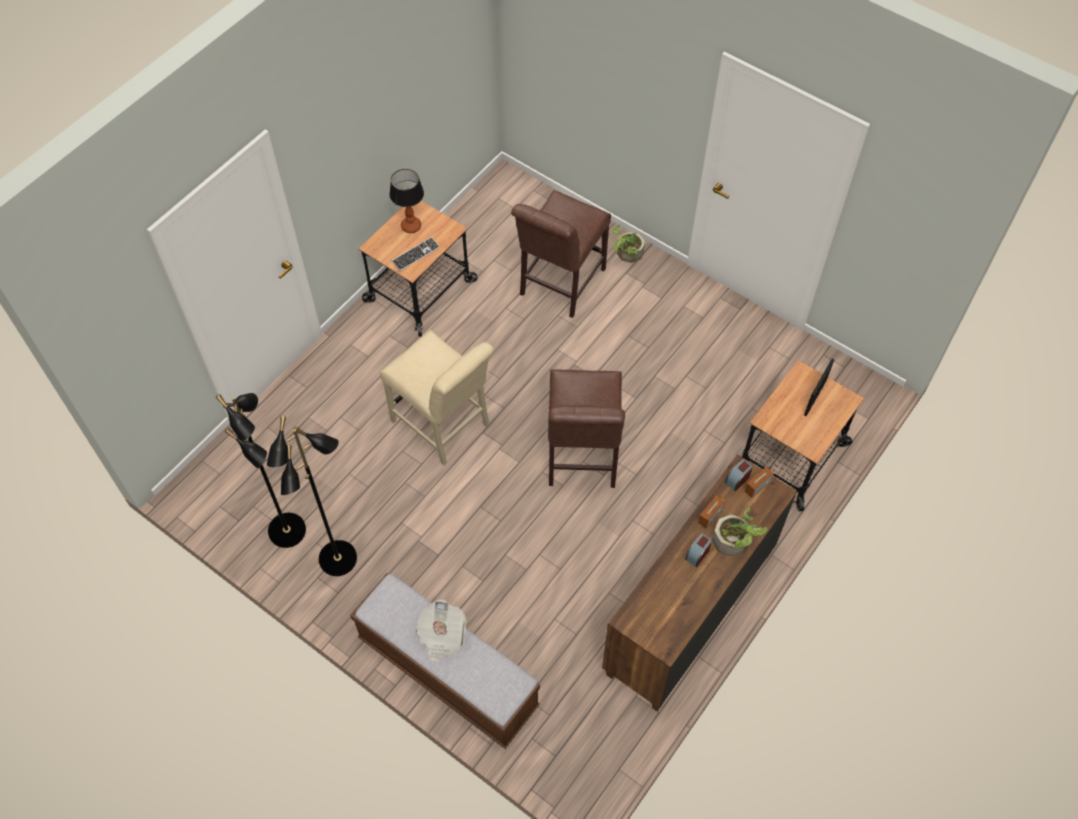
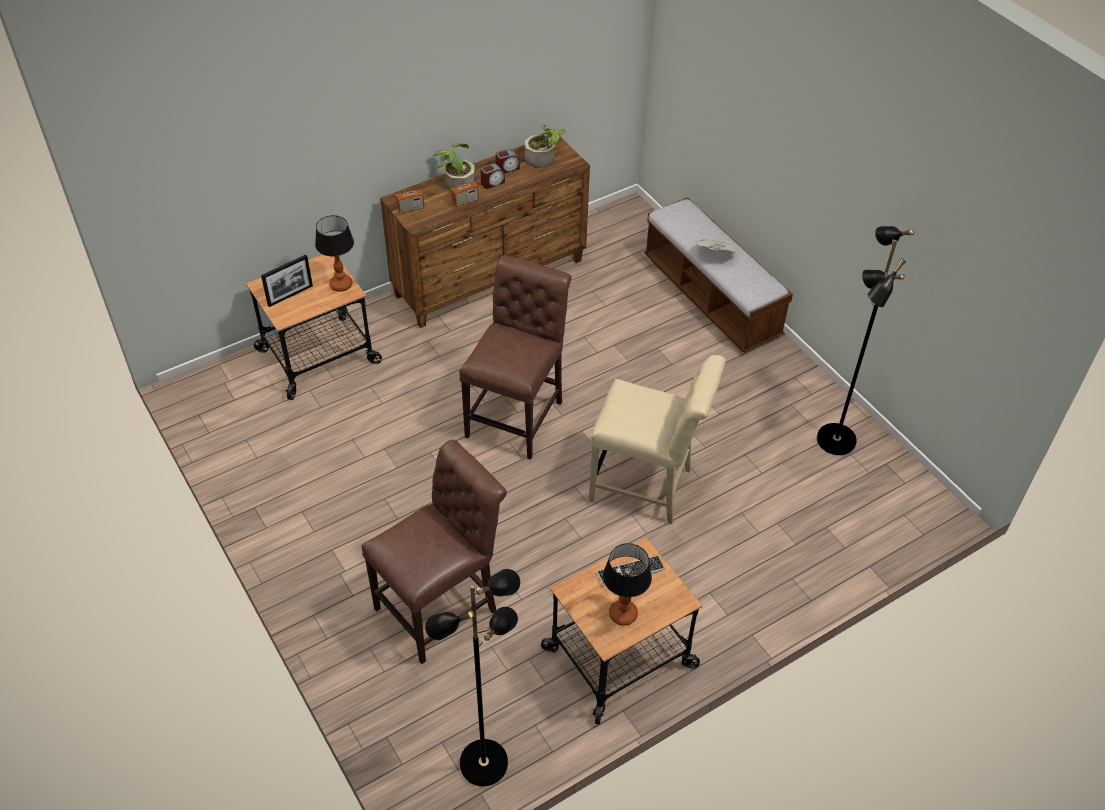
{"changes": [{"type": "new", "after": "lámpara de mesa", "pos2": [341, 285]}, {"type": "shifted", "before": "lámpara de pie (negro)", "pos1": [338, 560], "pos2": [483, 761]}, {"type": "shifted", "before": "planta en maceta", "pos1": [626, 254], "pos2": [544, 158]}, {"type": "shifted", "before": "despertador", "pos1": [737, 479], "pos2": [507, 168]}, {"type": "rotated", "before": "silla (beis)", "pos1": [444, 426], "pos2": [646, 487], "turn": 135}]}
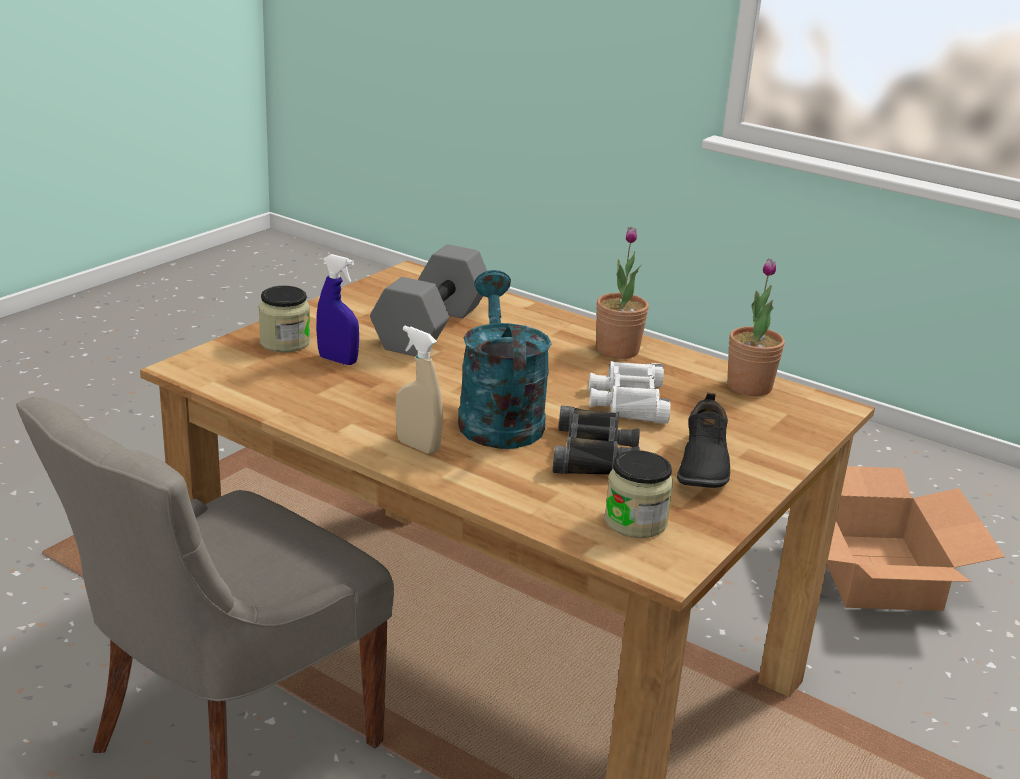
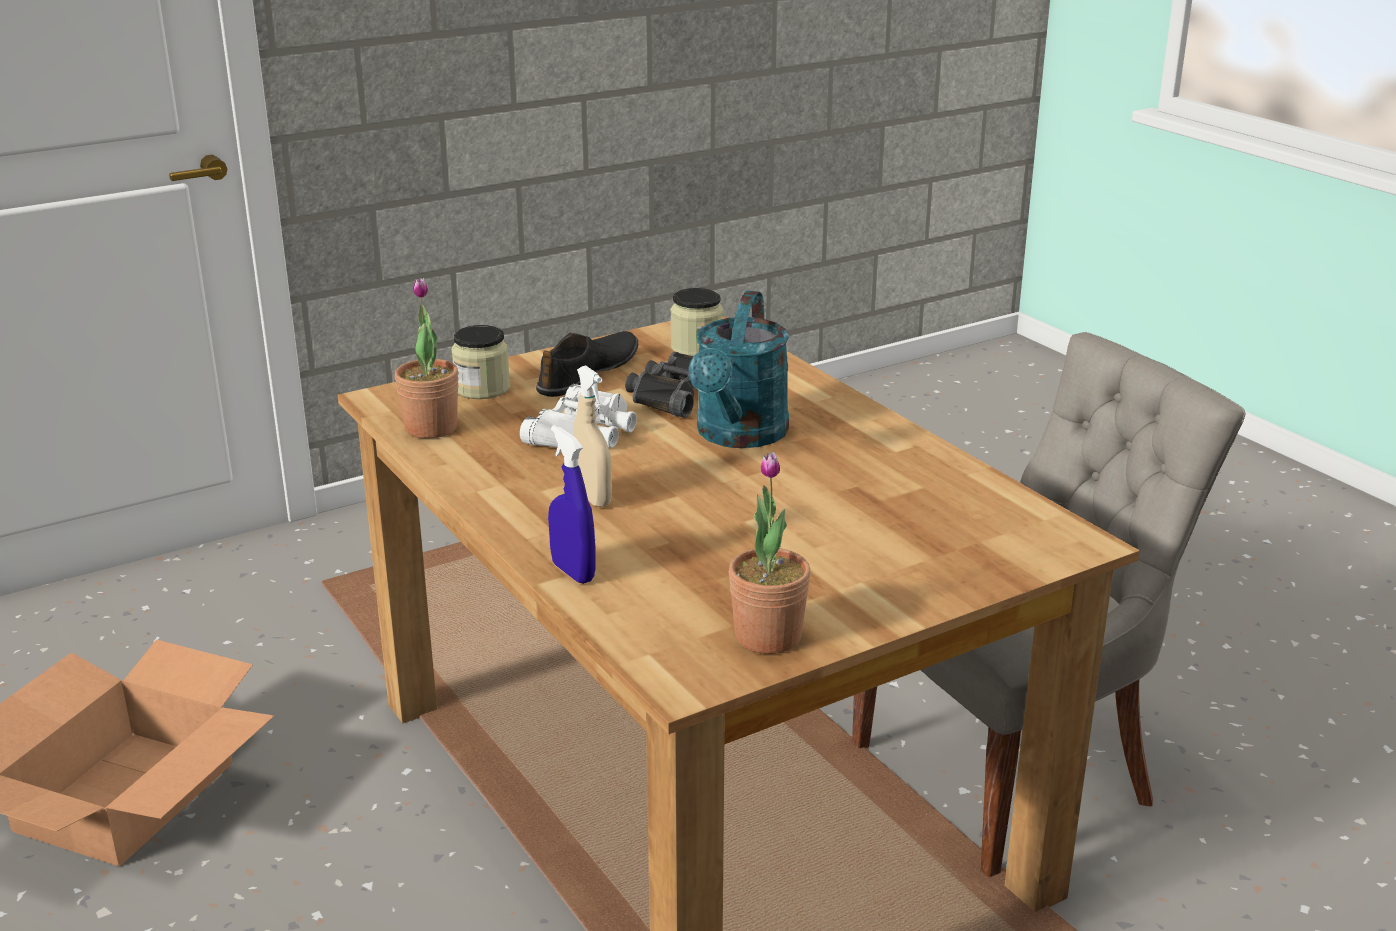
{"changes": [{"type": "gone", "before": "mancuerna (gris)", "pos1": [430, 326]}, {"type": "shifted", "before": "tarro", "pos1": [285, 342], "pos2": [482, 388]}, {"type": "shifted", "before": "pulverizador (azul)", "pos1": [338, 360], "pos2": [573, 572]}, {"type": "shifted", "before": "pulverizador (beis)", "pos1": [418, 446], "pos2": [593, 498]}, {"type": "shifted", "before": "planta en maceta", "pos1": [617, 350], "pos2": [768, 636]}]}
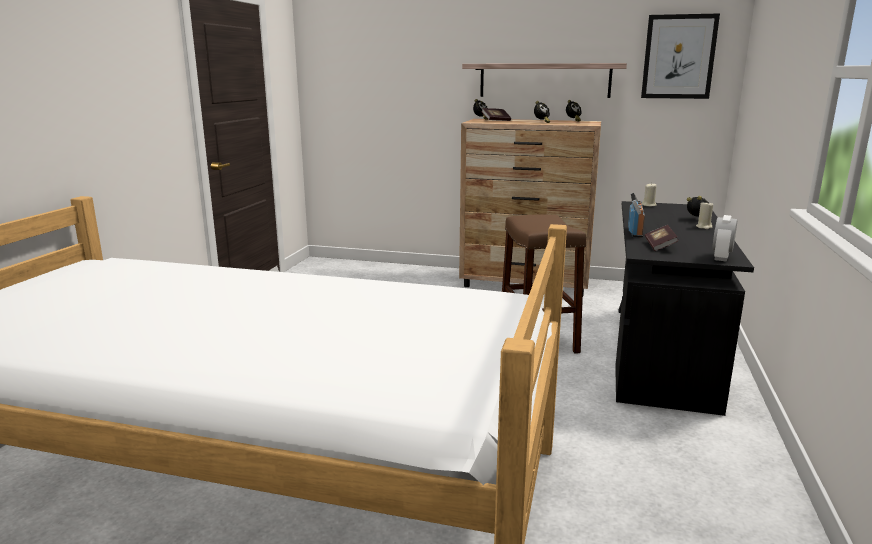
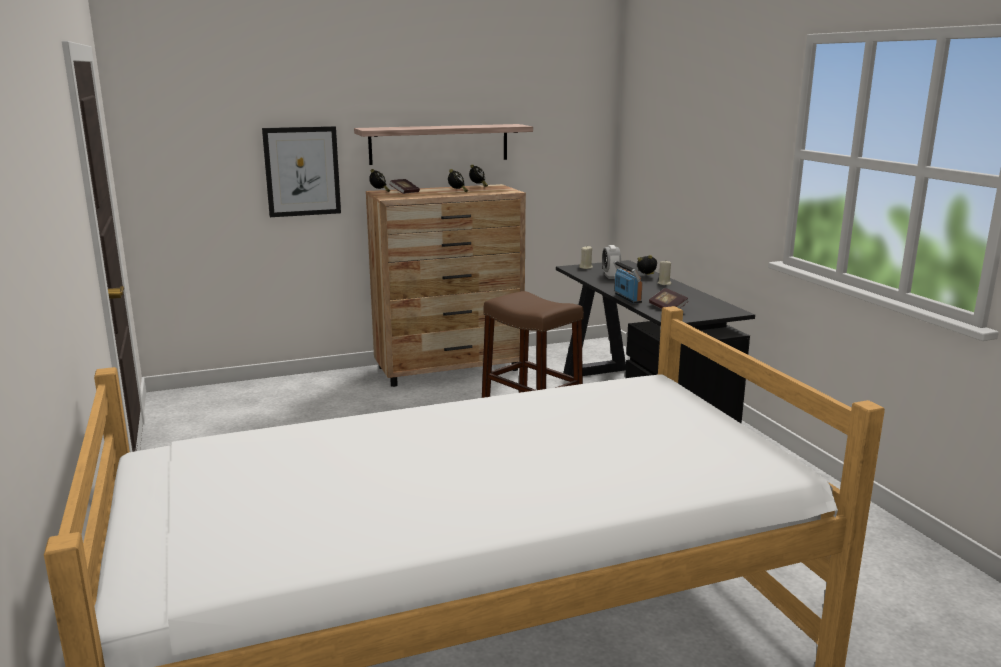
{"changes": [{"type": "shifted", "before": "cuadro", "pos1": [678, 57], "pos2": [302, 171]}, {"type": "shifted", "before": "despertador", "pos1": [721, 258], "pos2": [610, 276]}]}
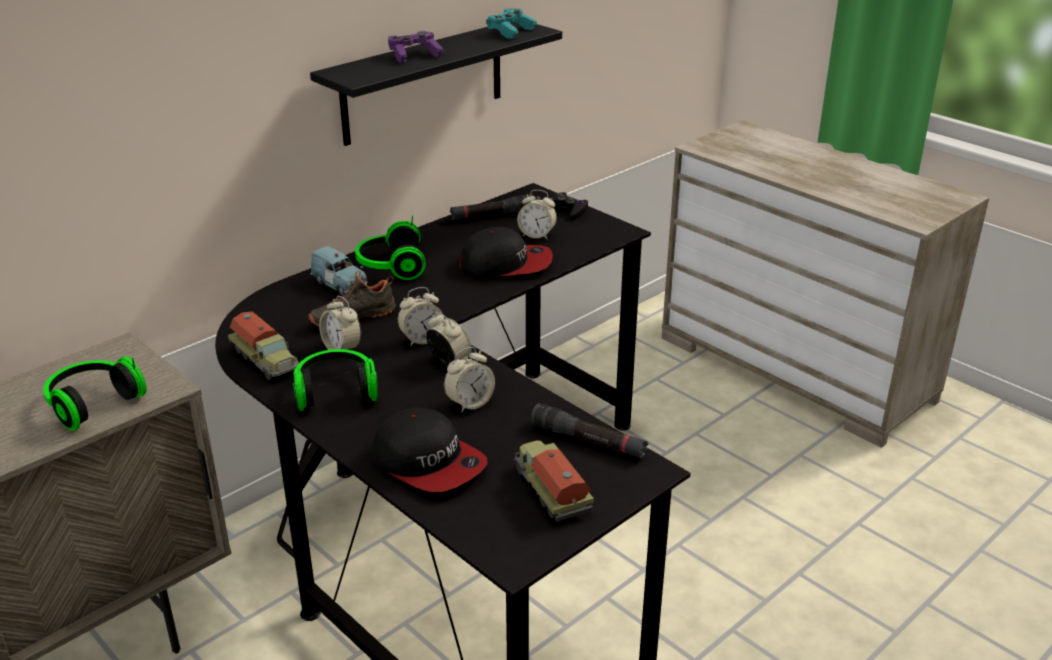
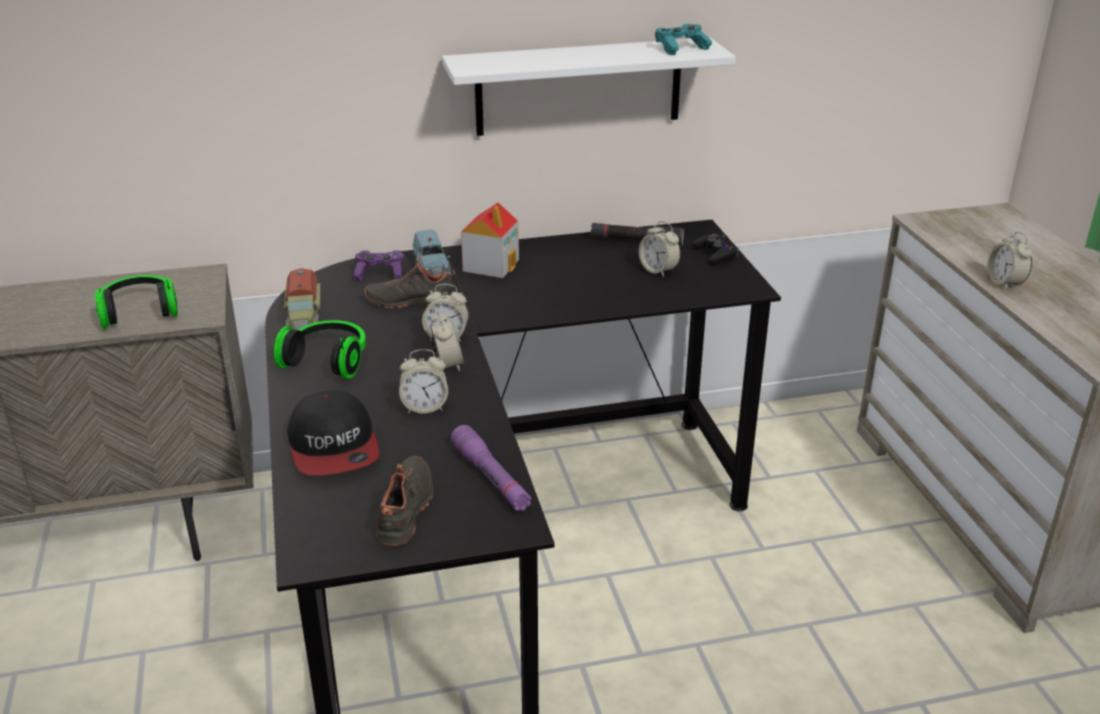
{"changes": [{"type": "gone", "before": "gorra", "pos1": [506, 264]}, {"type": "shifted", "before": "despertador", "pos1": [342, 348], "pos2": [1004, 283]}, {"type": "shifted", "before": "mando de consola (morado)", "pos1": [414, 56], "pos2": [380, 274]}, {"type": "swapped", "before": "auriculares", "after": "casita", "pos1": [390, 266], "pos2": [491, 265]}, {"type": "swapped", "before": "camión de juguete", "after": "zapato (negro)", "pos1": [551, 490], "pos2": [407, 510]}, {"type": "repainted", "before": "estante (negro)", "after": "estante (blanco)", "pos1": [423, 82], "pos2": [579, 87]}, {"type": "repainted", "before": "linterna (negro)", "after": "linterna (morado)", "pos1": [588, 441], "pos2": [491, 478]}]}
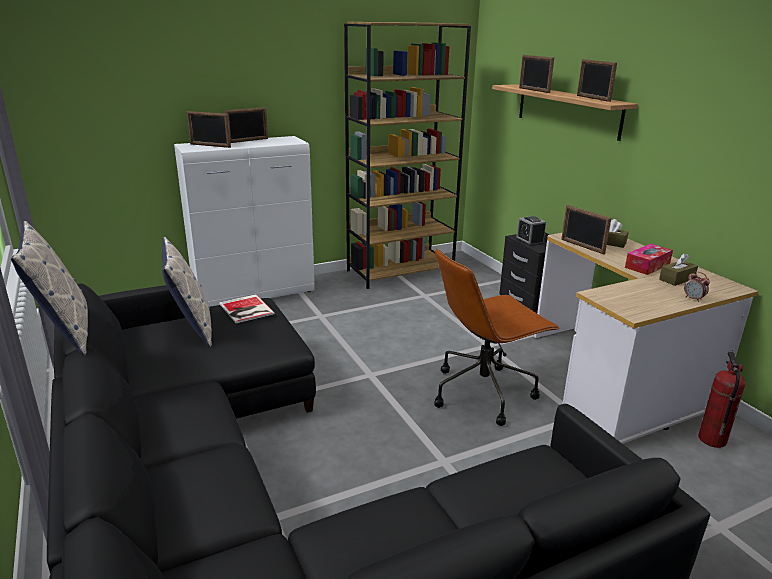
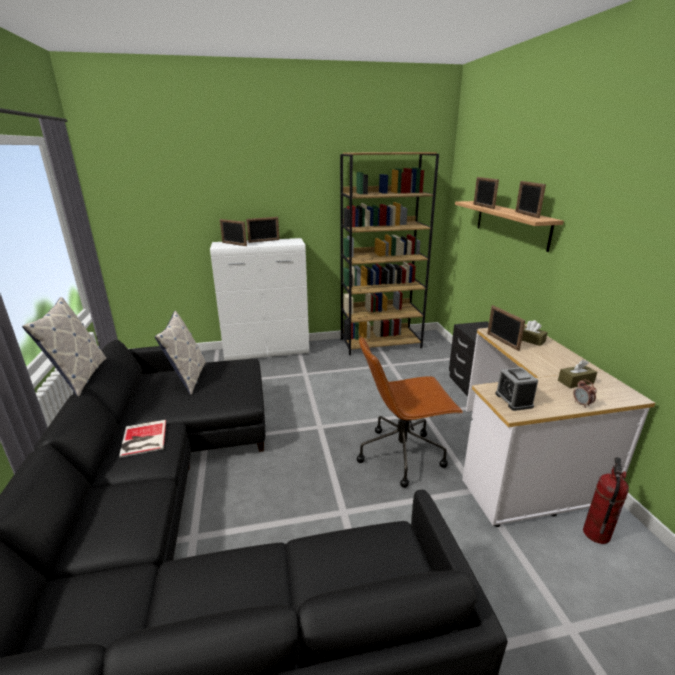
{"changes": [{"type": "gone", "before": "caja de pañuelos", "pos1": [647, 266]}, {"type": "shifted", "before": "libro", "pos1": [246, 309], "pos2": [142, 439]}, {"type": "shifted", "before": "despertador", "pos1": [529, 241], "pos2": [514, 400]}]}
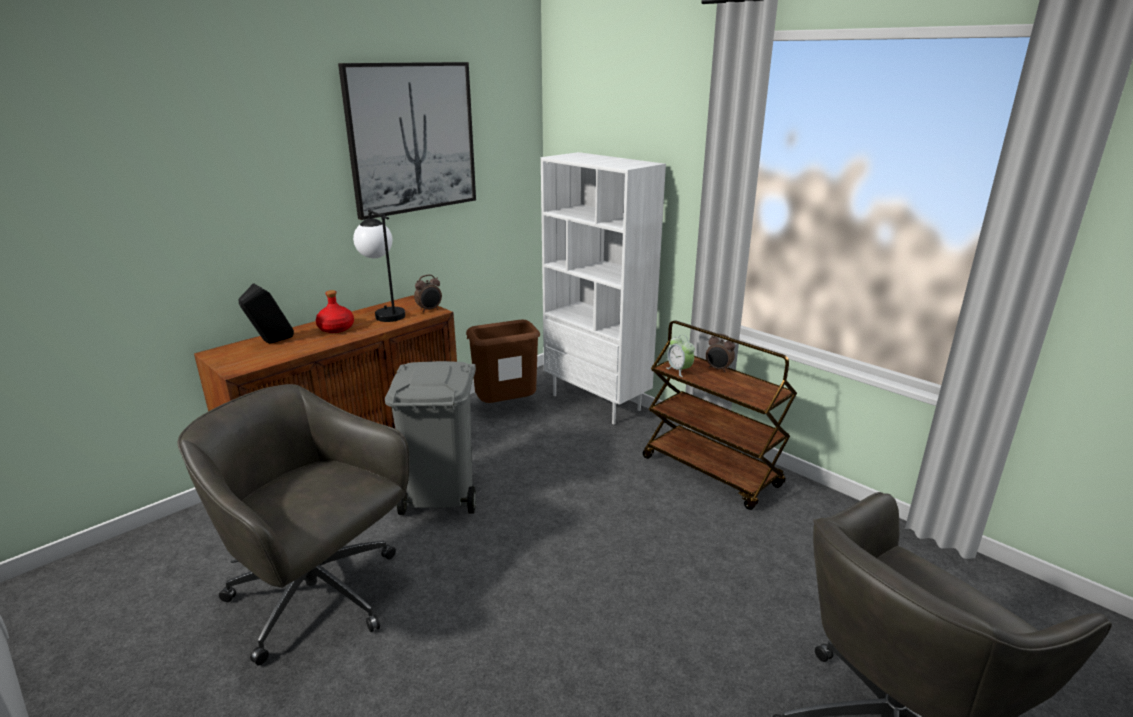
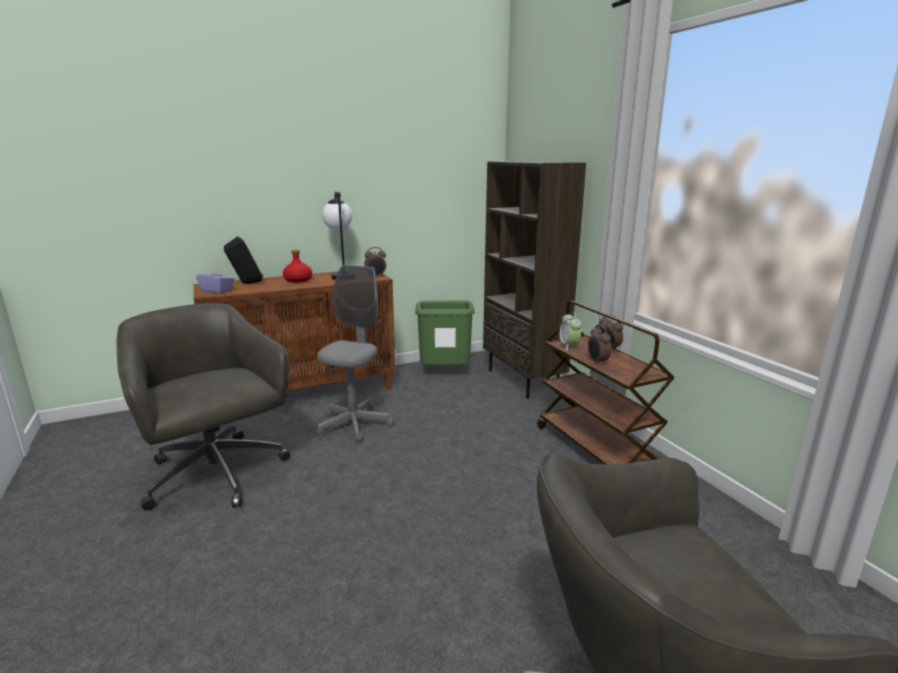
{"changes": [{"type": "gone", "before": "cuadro", "pos1": [412, 138]}, {"type": "new", "after": "caja de pañuelos (morado)", "pos2": [217, 291]}, {"type": "new", "after": "despertador", "pos2": [597, 362]}, {"type": "swapped", "before": "papelera (gris)", "after": "silla de oficina (gris)", "pos1": [443, 495], "pos2": [354, 425]}, {"type": "repainted", "before": "papelera (marrón)", "after": "papelera (verde)", "pos1": [506, 407], "pos2": [445, 373]}, {"type": "repainted", "before": "estantería (blanco)", "after": "estantería (marrón)", "pos1": [597, 402], "pos2": [523, 380]}]}
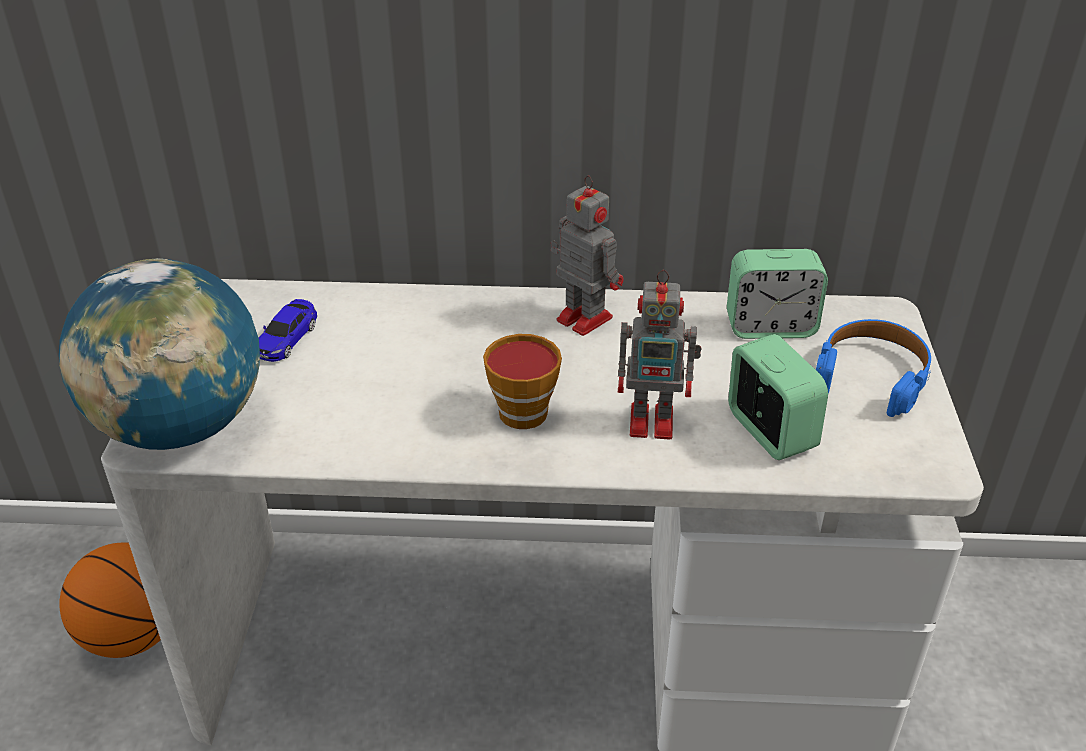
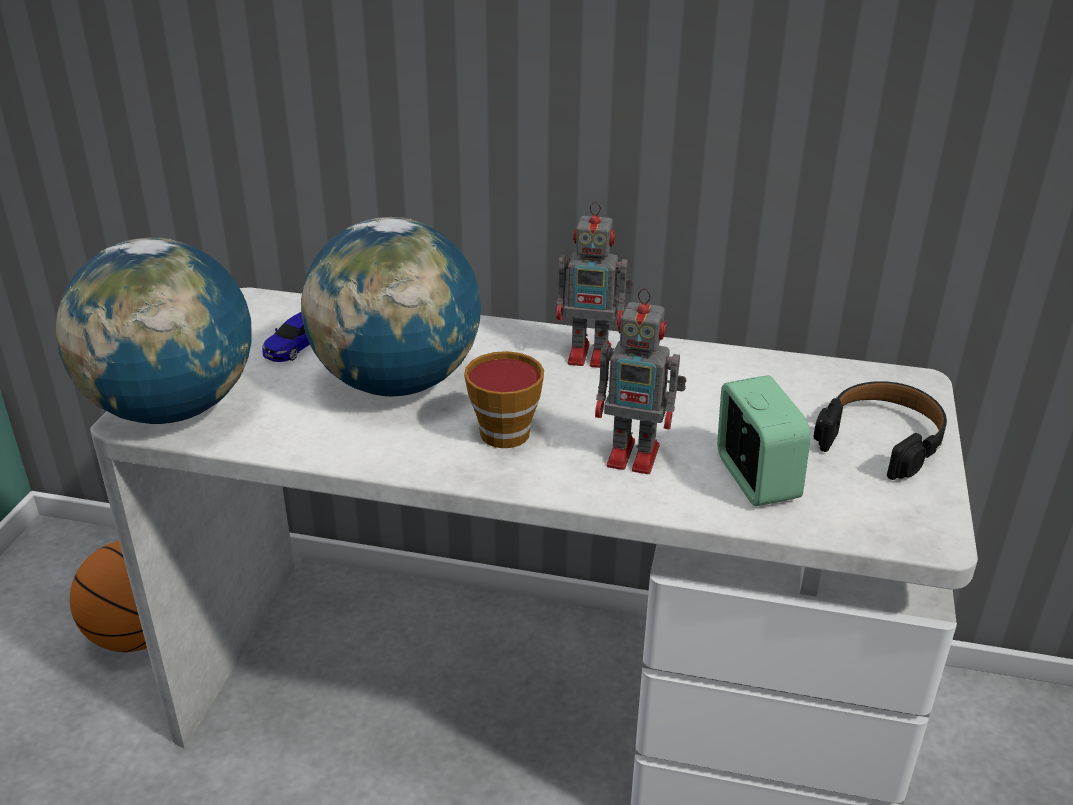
{"changes": [{"type": "gone", "before": "despertador", "pos1": [770, 327]}, {"type": "new", "after": "globo terráqueo", "pos2": [397, 383]}, {"type": "repainted", "before": "auriculares (azul)", "after": "auriculares (negro)", "pos1": [871, 376], "pos2": [881, 439]}, {"type": "rotated", "before": "robot de juguete", "pos1": [582, 317], "pos2": [592, 355], "turn": 135}]}
